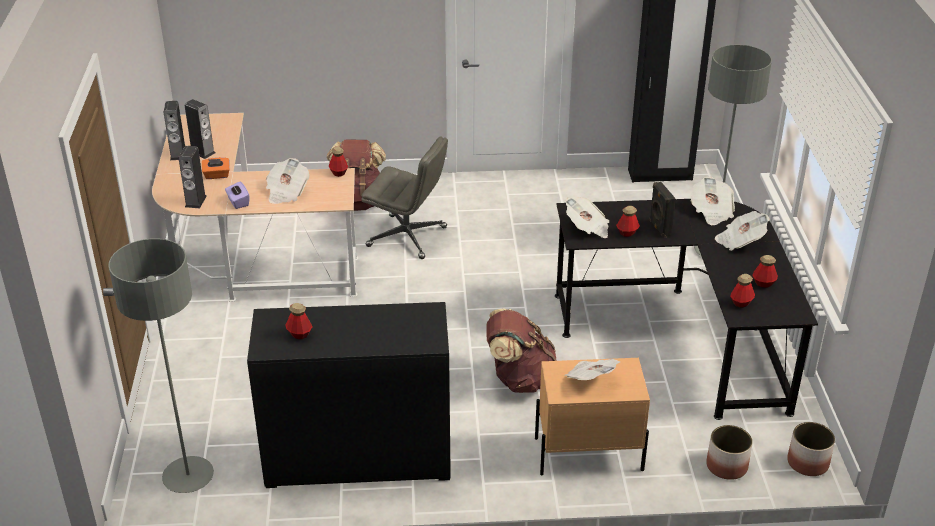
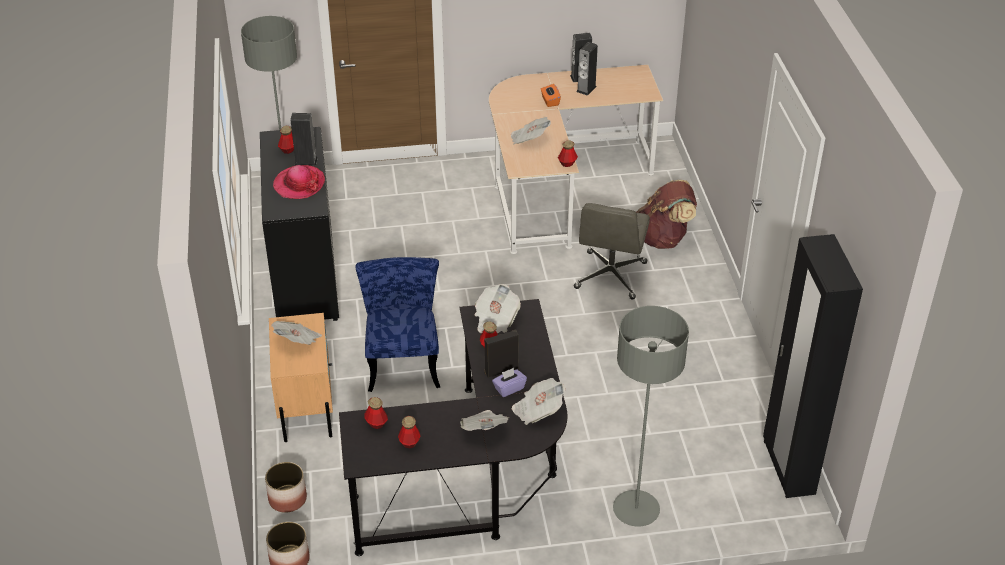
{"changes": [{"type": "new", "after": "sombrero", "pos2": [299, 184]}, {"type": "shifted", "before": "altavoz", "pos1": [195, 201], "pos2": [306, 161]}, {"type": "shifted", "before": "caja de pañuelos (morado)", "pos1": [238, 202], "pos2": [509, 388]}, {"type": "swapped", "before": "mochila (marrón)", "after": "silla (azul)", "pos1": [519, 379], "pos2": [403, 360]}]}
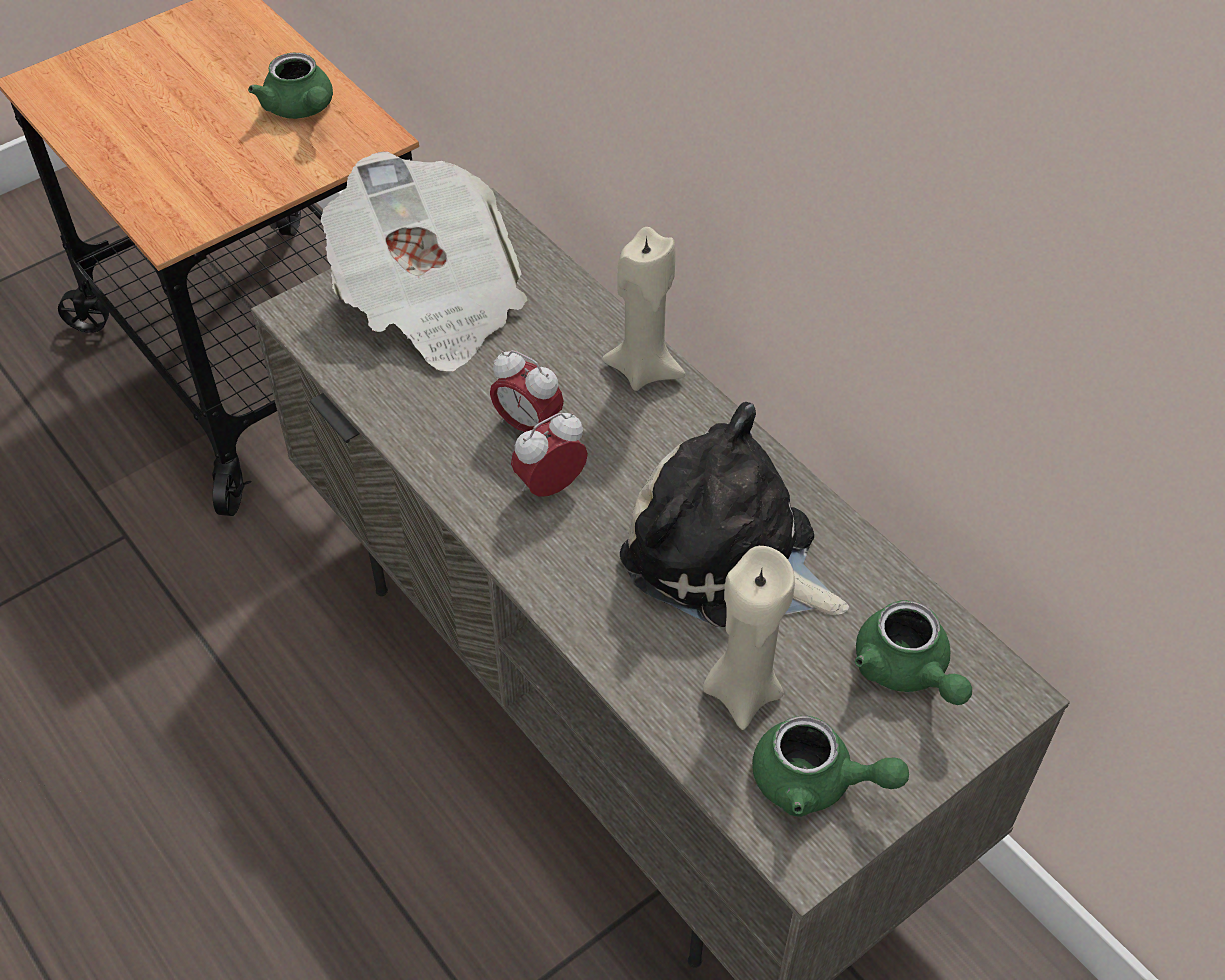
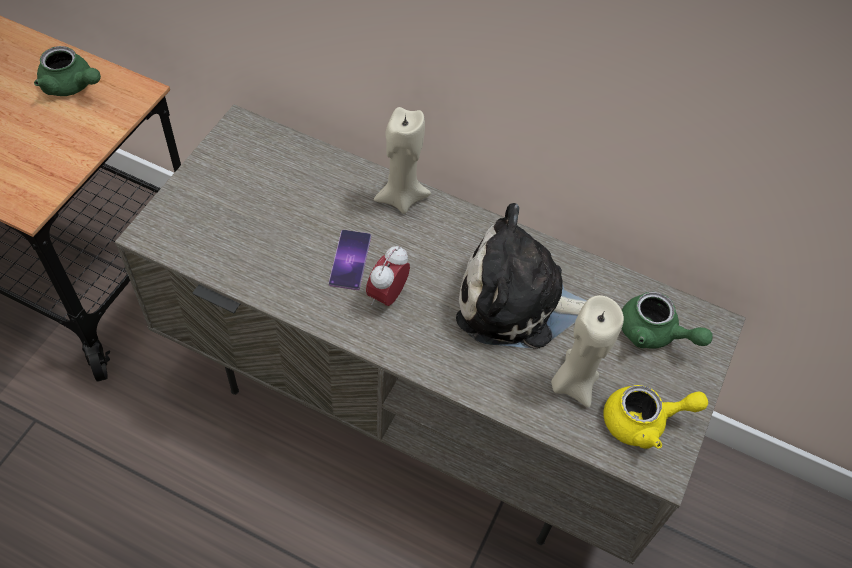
{"changes": [{"type": "gone", "before": "periódico", "pos1": [430, 300]}, {"type": "swapped", "before": "despertador", "after": "móvil", "pos1": [528, 425], "pos2": [350, 260]}, {"type": "repainted", "before": "tetera (verde)", "after": "tetera (amarillo)", "pos1": [816, 782], "pos2": [643, 422]}]}
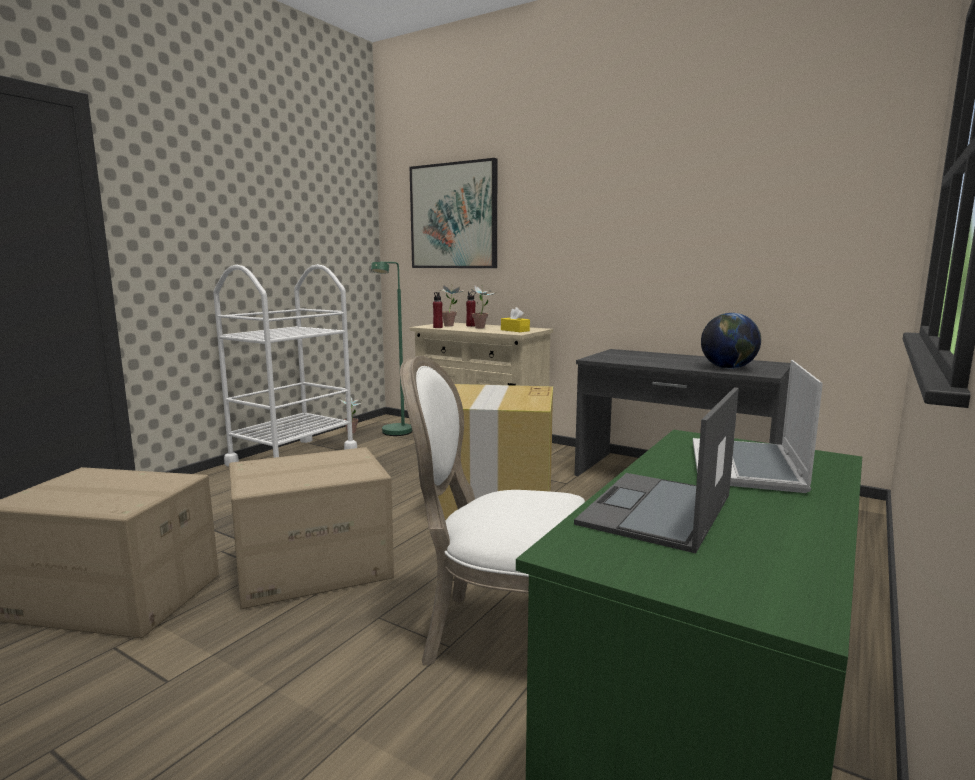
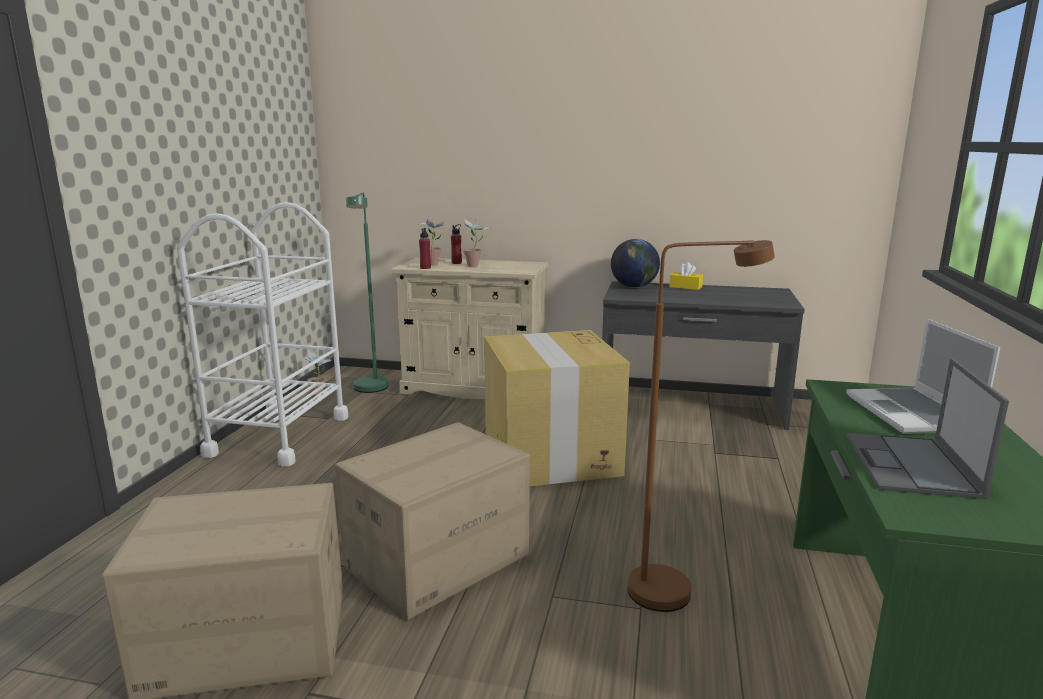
{"changes": [{"type": "gone", "before": "cuadro", "pos1": [454, 216]}, {"type": "shifted", "before": "caja de pañuelos (amarillo)", "pos1": [515, 330], "pos2": [685, 287]}, {"type": "shifted", "before": "globo terráqueo", "pos1": [728, 368], "pos2": [634, 287]}, {"type": "swapped", "before": "silla (blanco)", "after": "lámpara de pie (marrón)", "pos1": [500, 636], "pos2": [675, 588]}]}
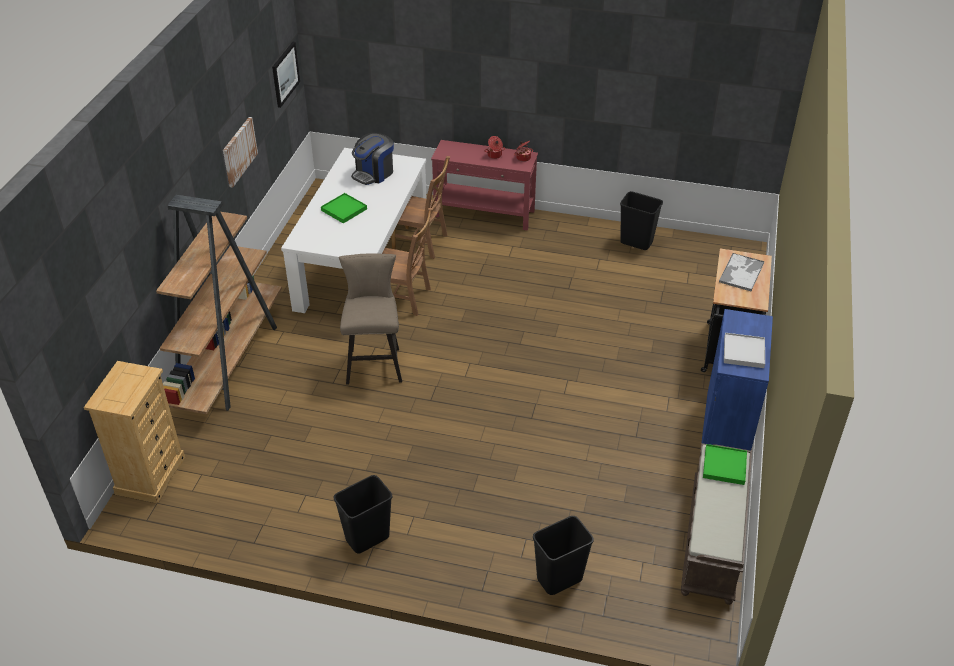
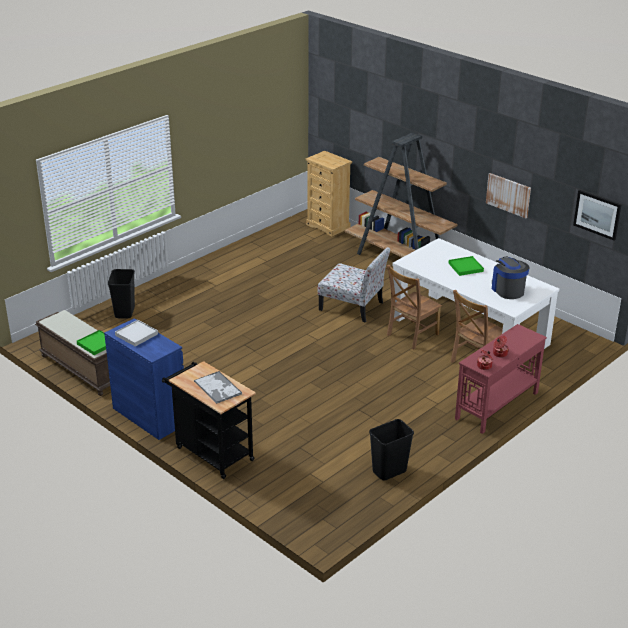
{"changes": [{"type": "gone", "before": "papelera (negro)", "pos1": [367, 537]}, {"type": "swapped", "before": "taburete (beis)", "after": "silla", "pos1": [374, 363], "pos2": [353, 306]}]}
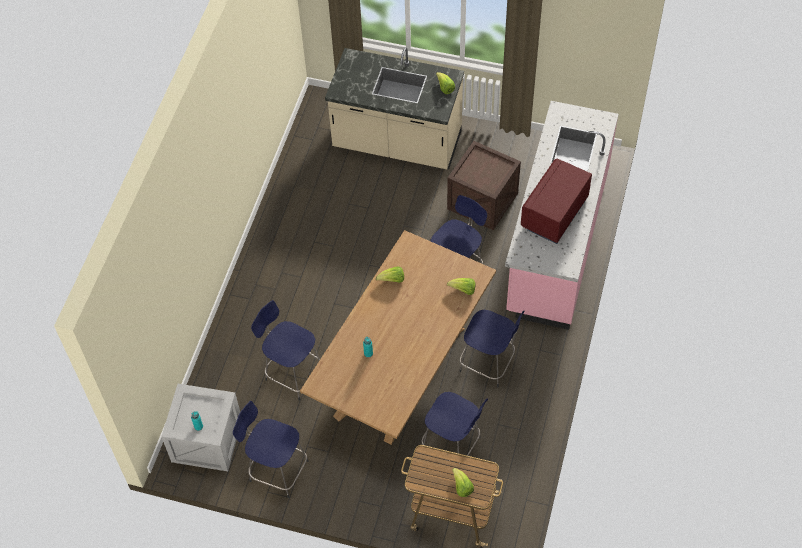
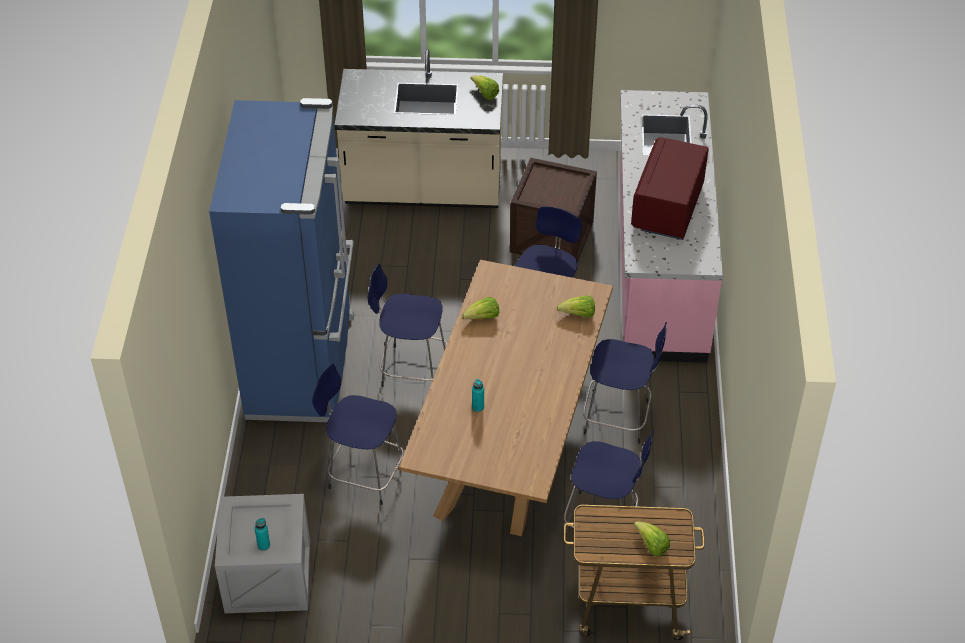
{"changes": [{"type": "new", "after": "nevera (azul)", "pos2": [304, 366]}, {"type": "shifted", "before": "taburete (azul)", "pos1": [277, 470], "pos2": [411, 369]}]}
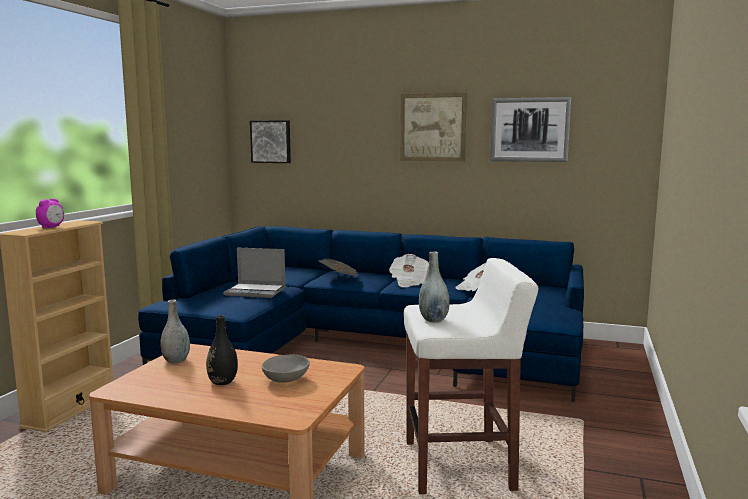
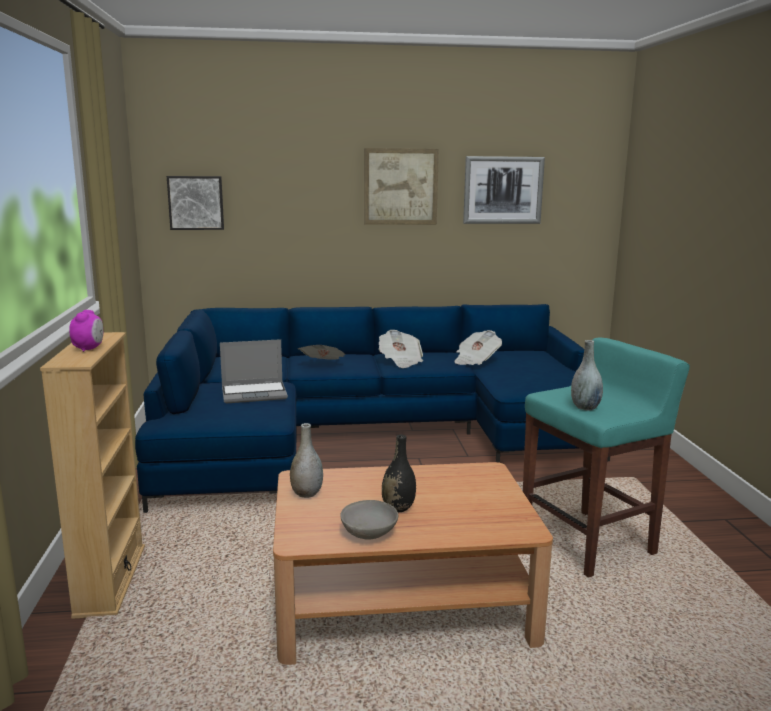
{"changes": [{"type": "shifted", "before": "cuenco (gris)", "pos1": [286, 379], "pos2": [369, 533]}, {"type": "repainted", "before": "taburete (blanco)", "after": "taburete (turquesa)", "pos1": [460, 466], "pos2": [589, 542]}]}
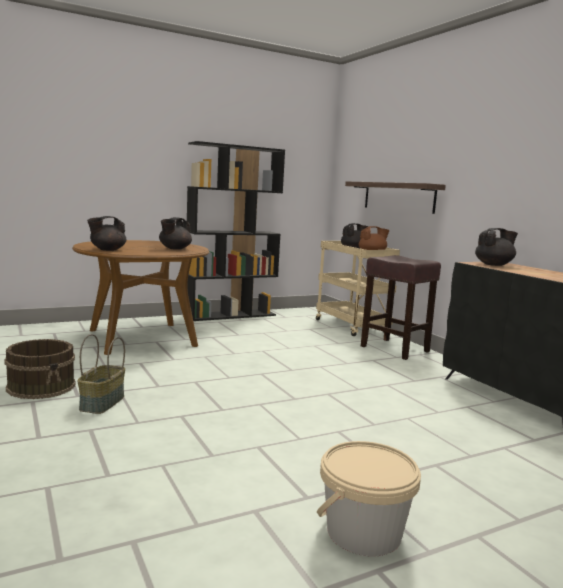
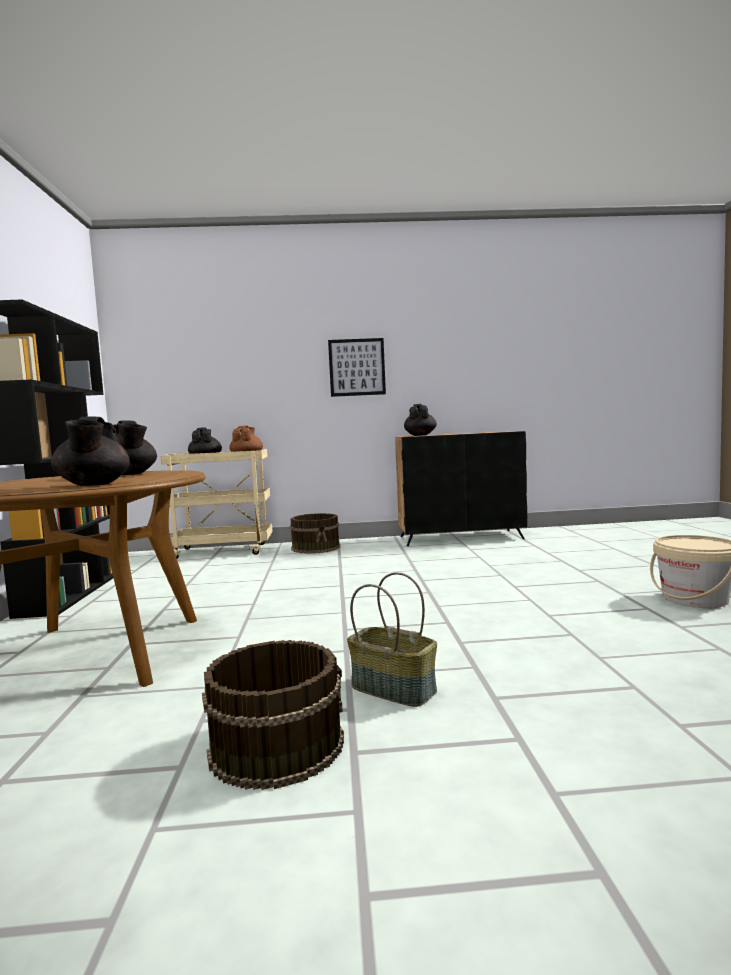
{"changes": [{"type": "gone", "before": "estante", "pos1": [398, 197]}, {"type": "new", "after": "cuadro", "pos2": [357, 367]}, {"type": "swapped", "before": "taburete (marrón)", "after": "cubo (marrón)", "pos1": [396, 349], "pos2": [316, 547]}]}
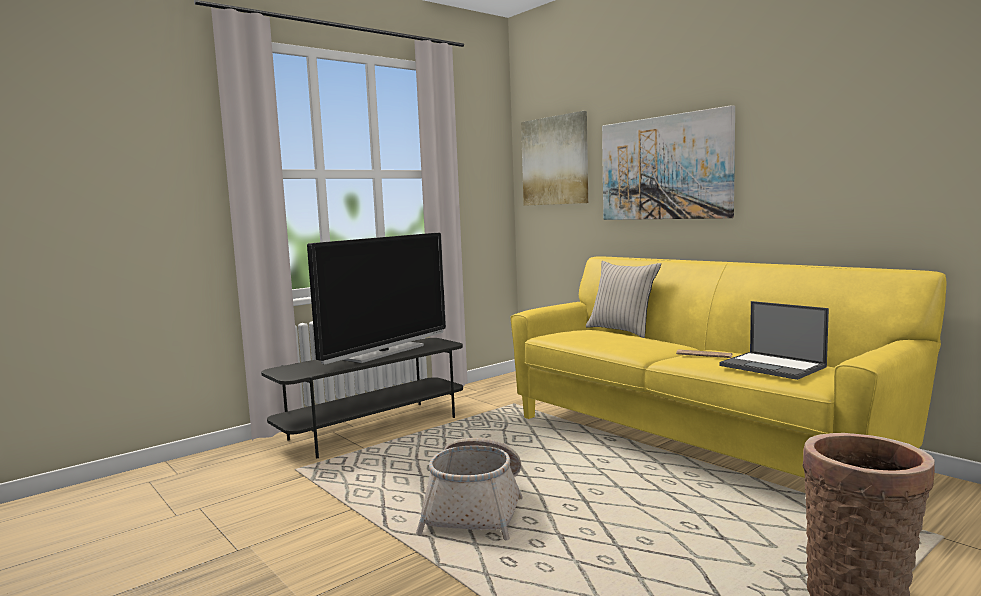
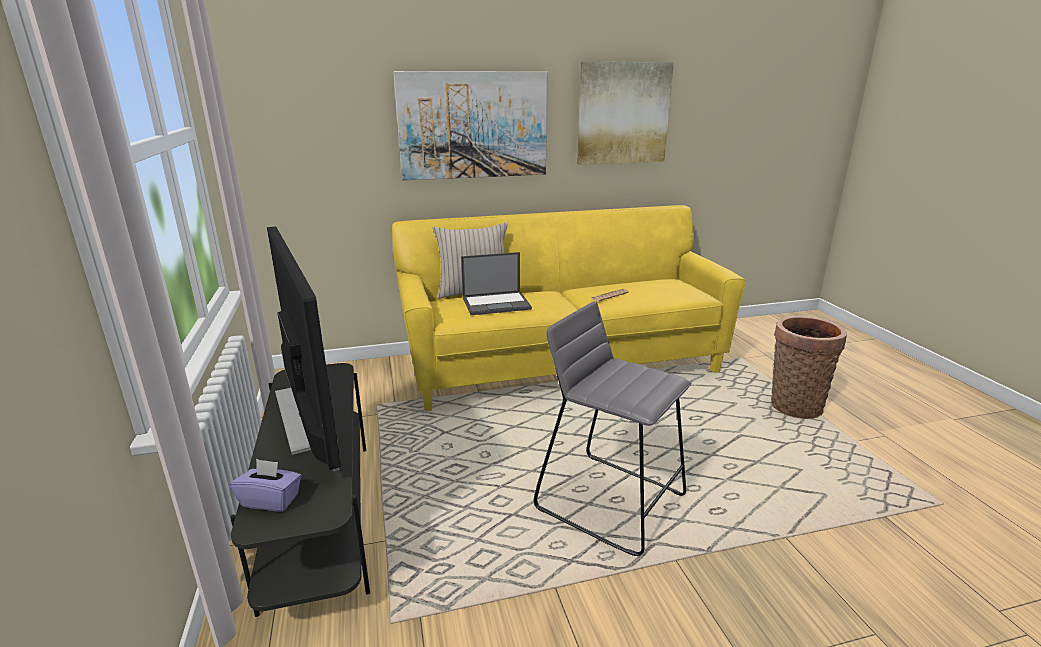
{"changes": [{"type": "new", "after": "caja de pañuelos (morado)", "pos2": [271, 500]}, {"type": "shifted", "before": "cuadro", "pos1": [555, 161], "pos2": [623, 113]}, {"type": "shifted", "before": "portátil", "pos1": [773, 366], "pos2": [497, 303]}, {"type": "swapped", "before": "cesta", "after": "taburete (gris)", "pos1": [476, 509], "pos2": [610, 501]}]}
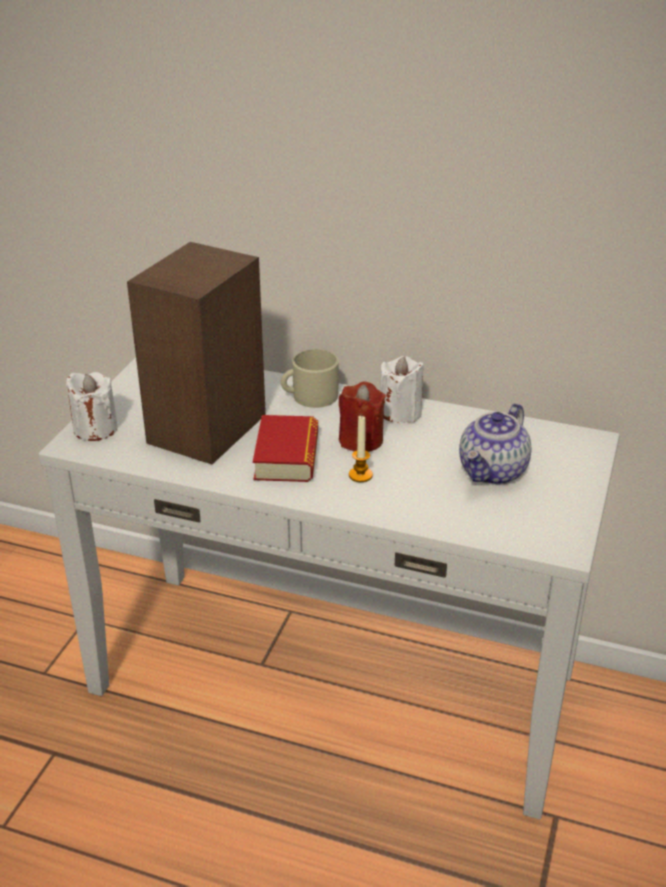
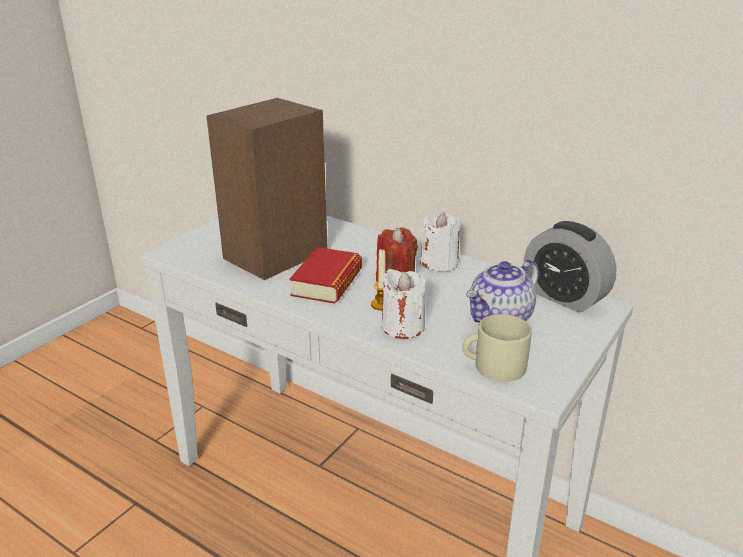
{"changes": [{"type": "new", "after": "despertador", "pos2": [564, 297]}, {"type": "shifted", "before": "vela (blanco)", "pos1": [95, 429], "pos2": [403, 327]}, {"type": "shifted", "before": "taza grande (beis)", "pos1": [309, 396], "pos2": [493, 366]}]}
